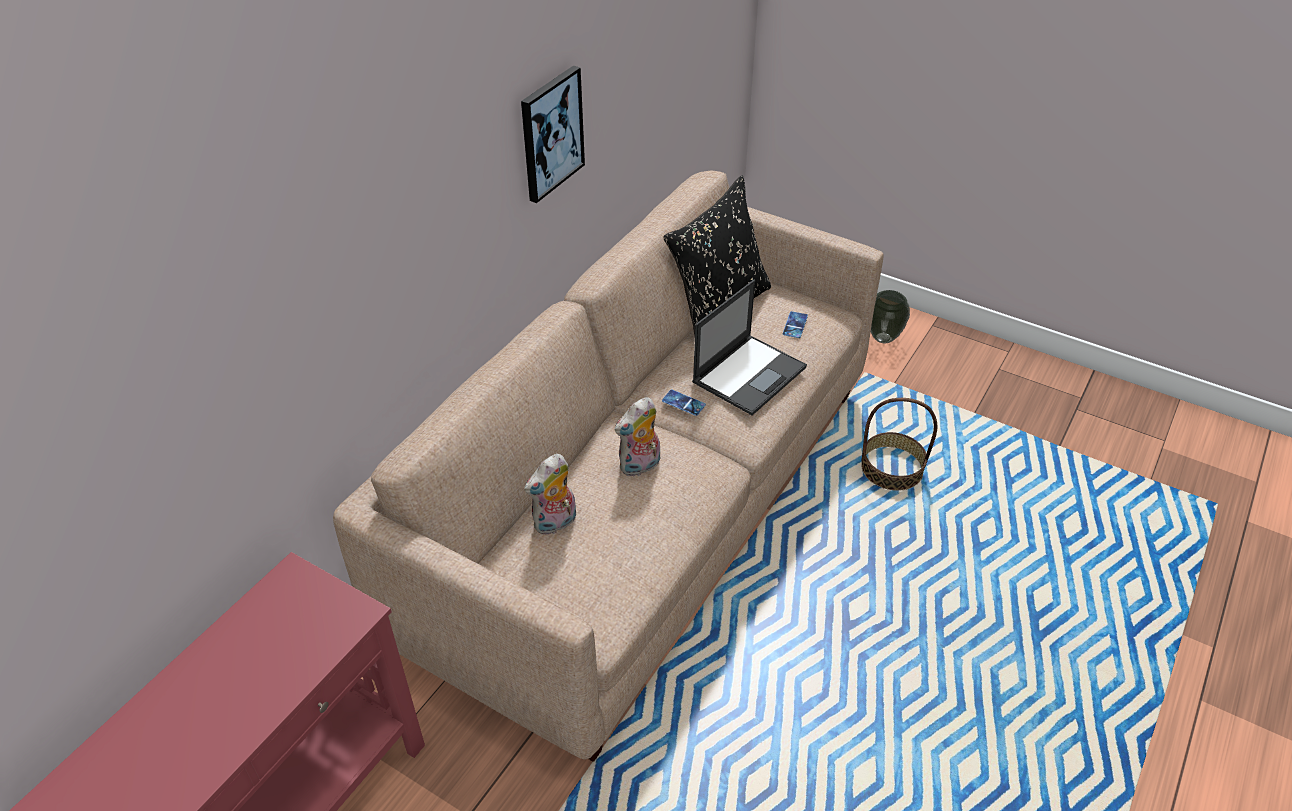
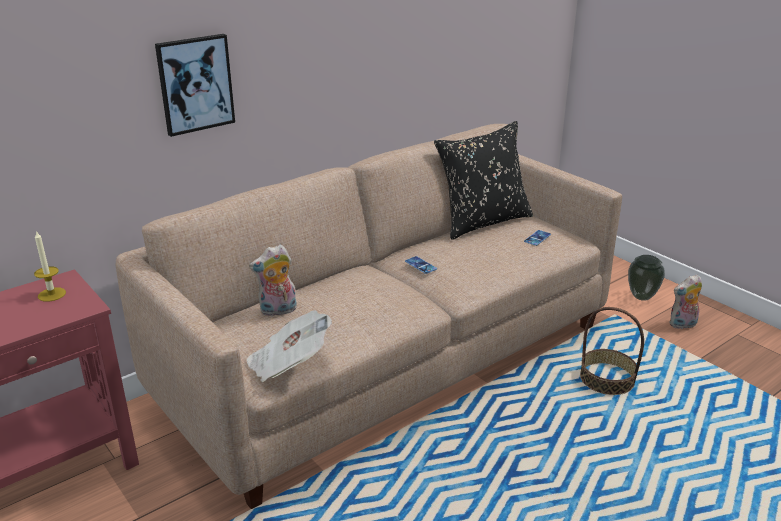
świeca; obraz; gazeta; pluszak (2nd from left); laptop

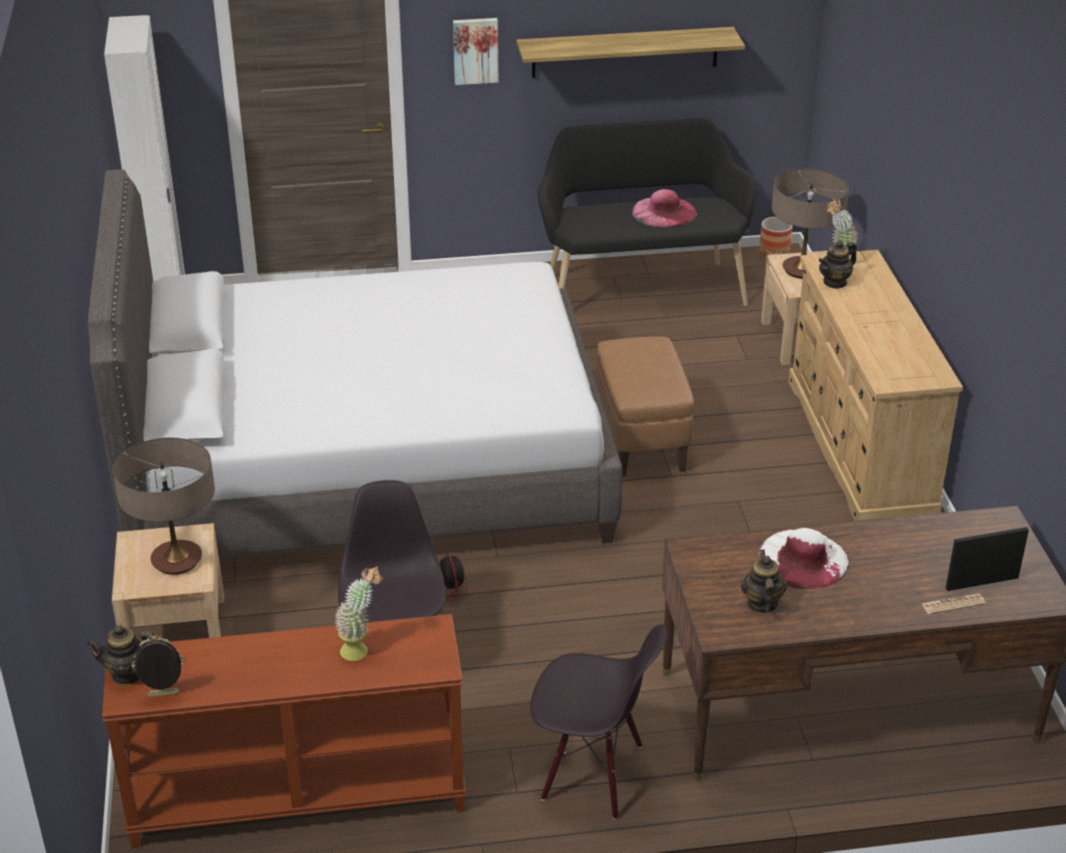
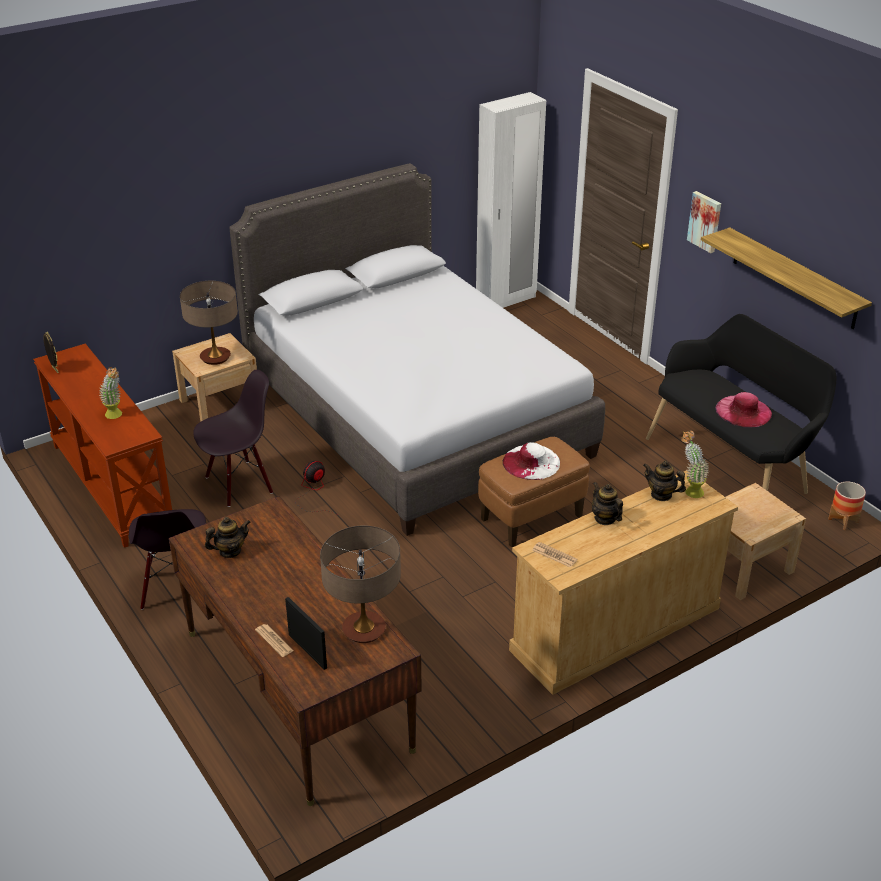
lampa stołowa (2nd from left); kapelusz [biały]; gazeta (2nd from left); imbryk (2nd from left)

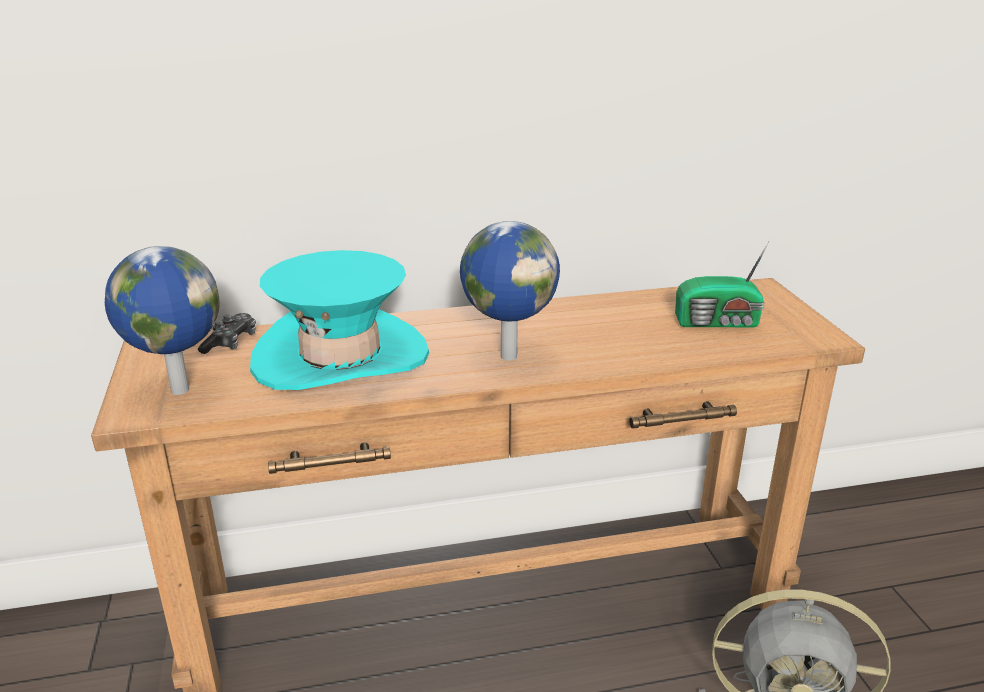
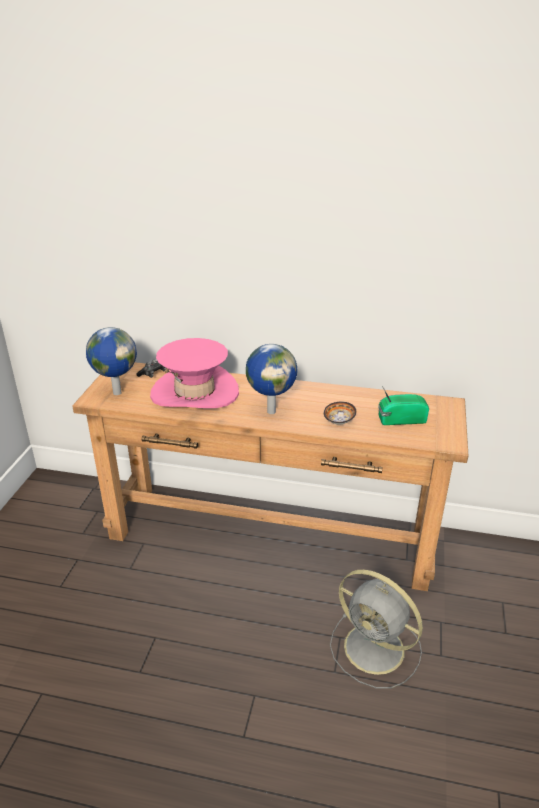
kapelusz [różowy]; miska; radio

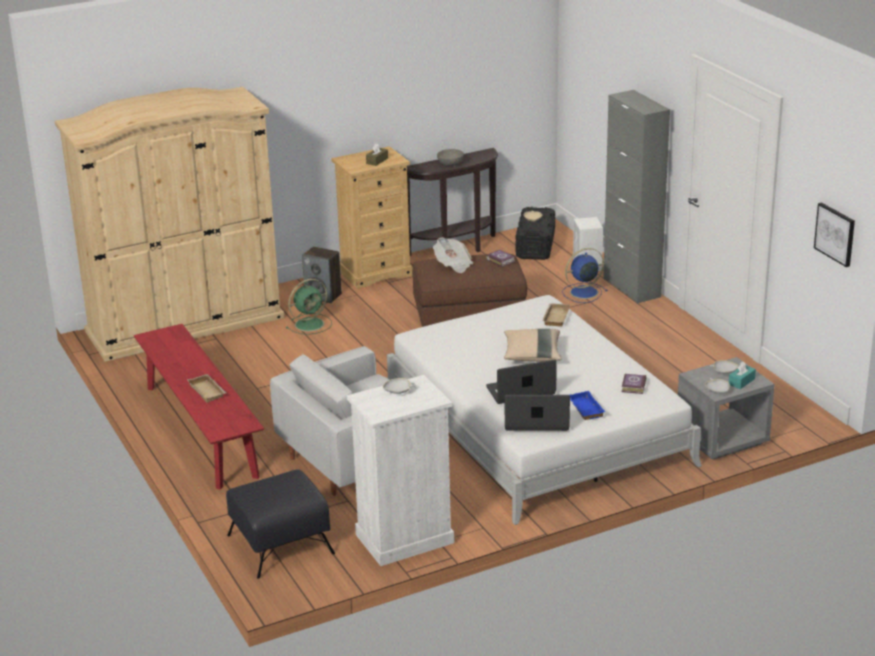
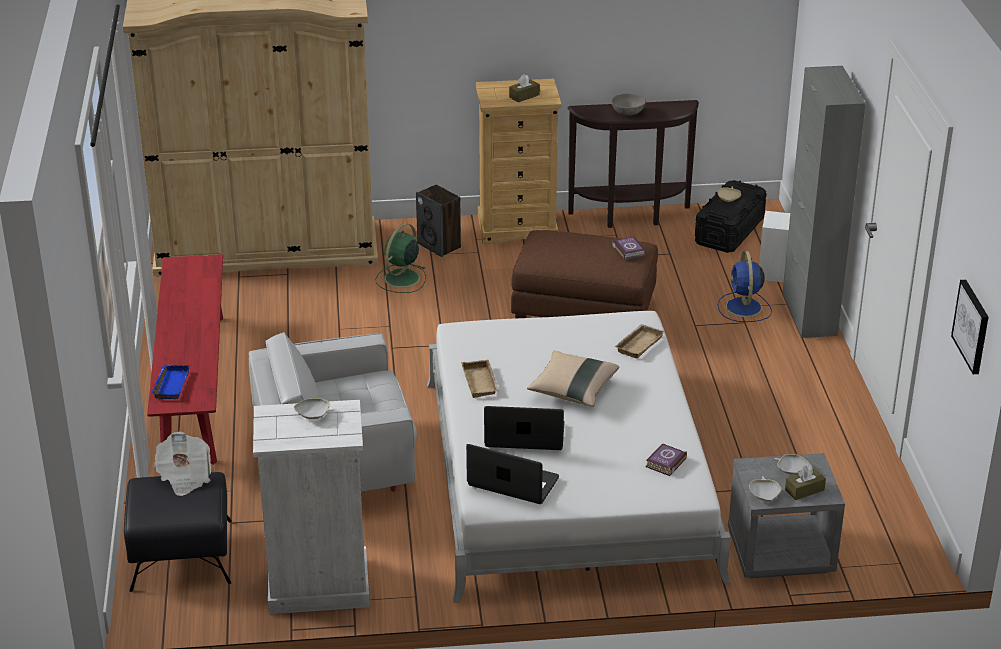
taca [niebieski]; gazeta; wentylator [zielony]; taca [beżowy] (1st from left); wentylator [niebieski]; pudełko chusteczek [brązowy] (2nd from left)

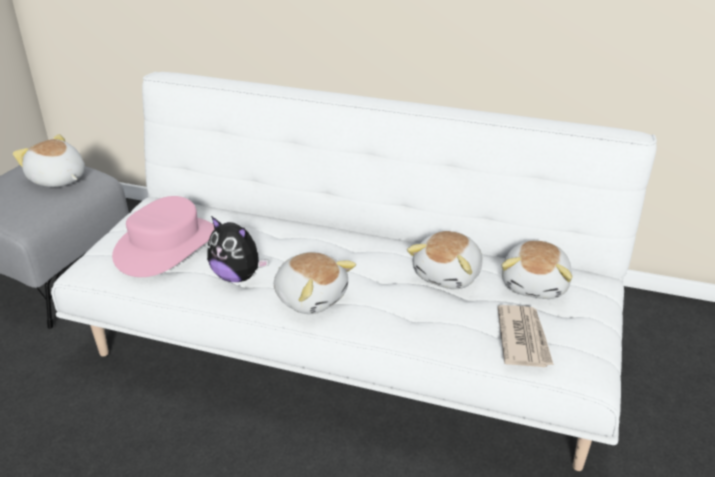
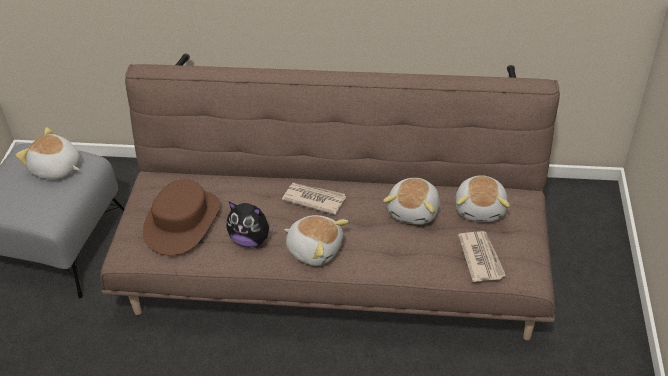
kanapa [brązowy]; kapelusz [brązowy]; gazeta (1st from left)

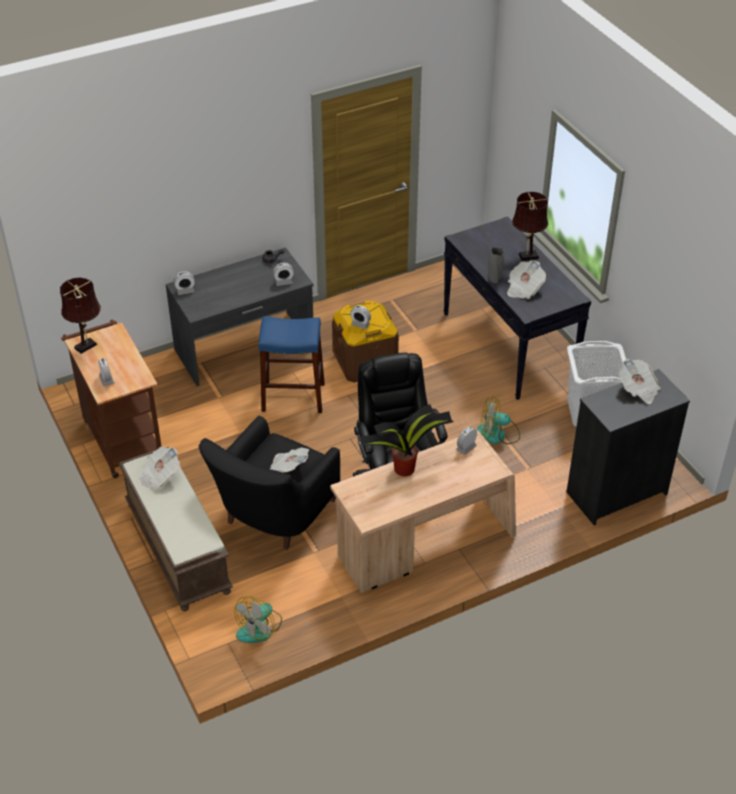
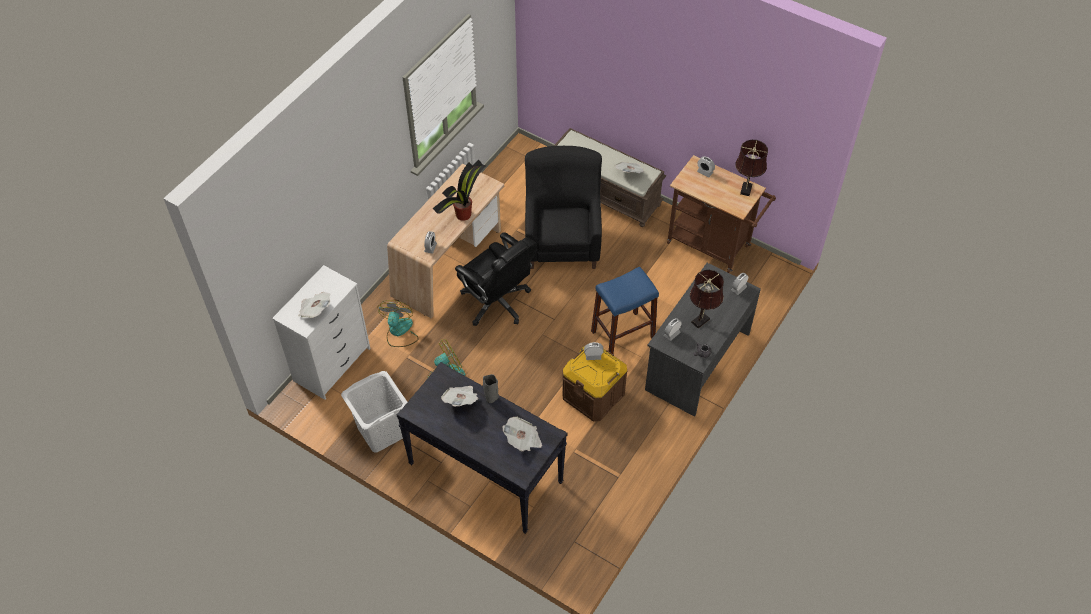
komoda [biały]; wentylator (1st from left); gazeta (3rd from left); lampa stołowa [brązowy] (1st from left)

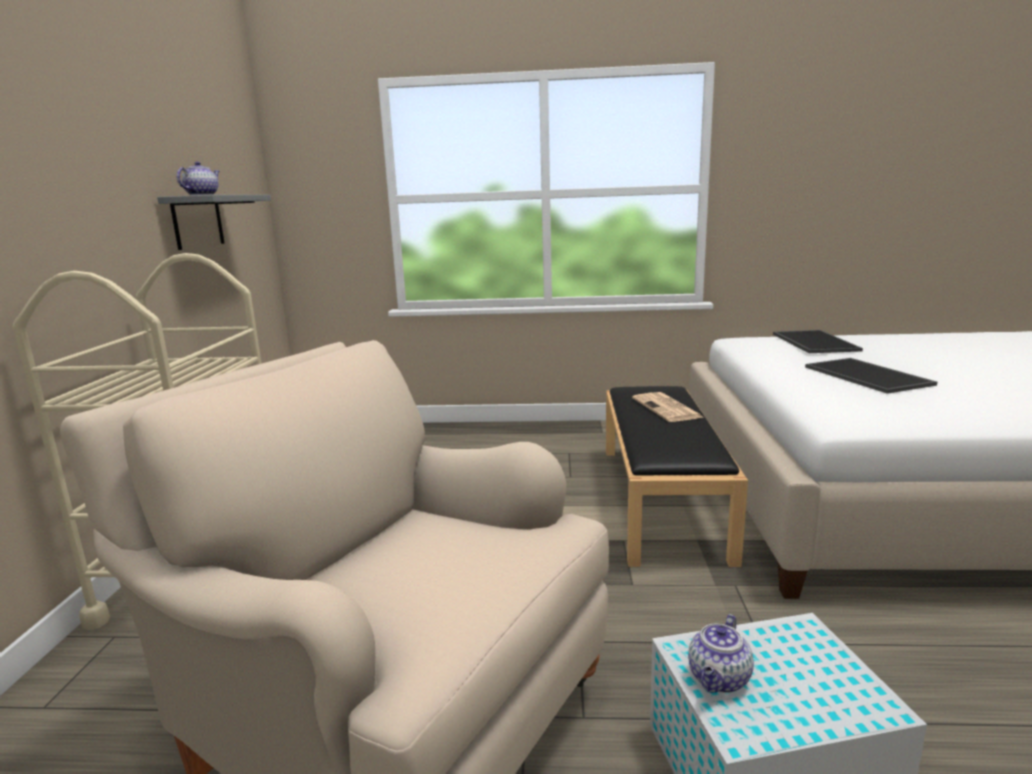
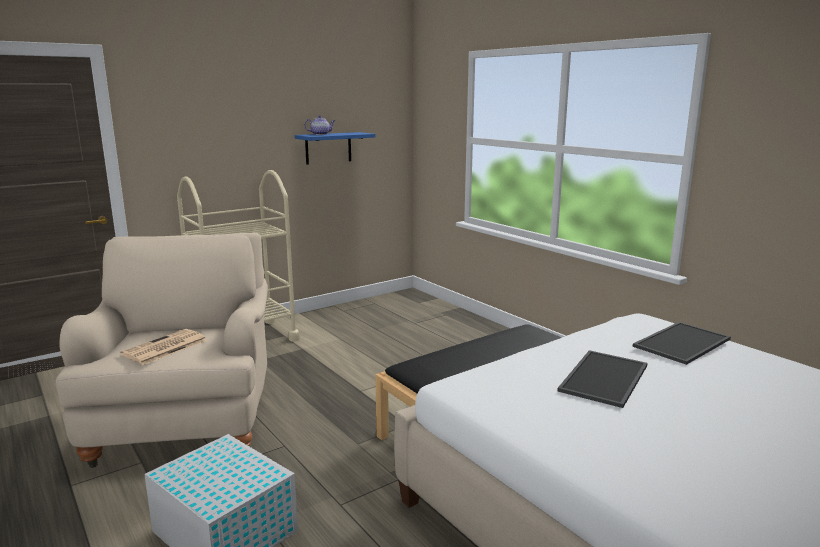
gazeta; półka [niebieski]; imbryk (2nd from left in the first image)

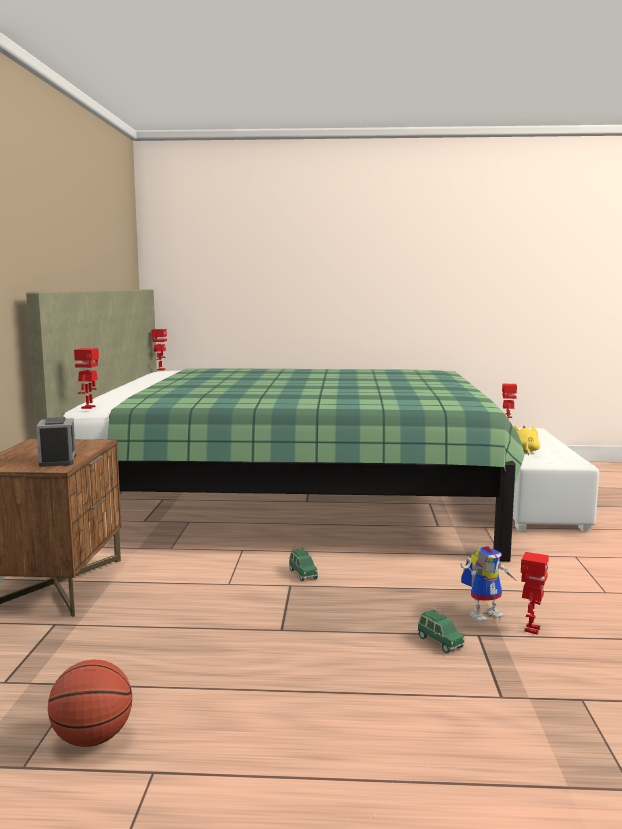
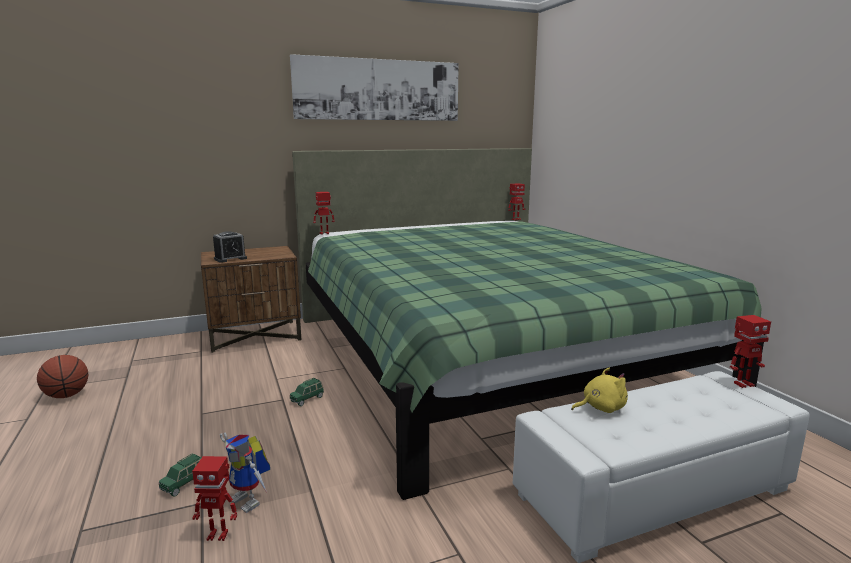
obraz

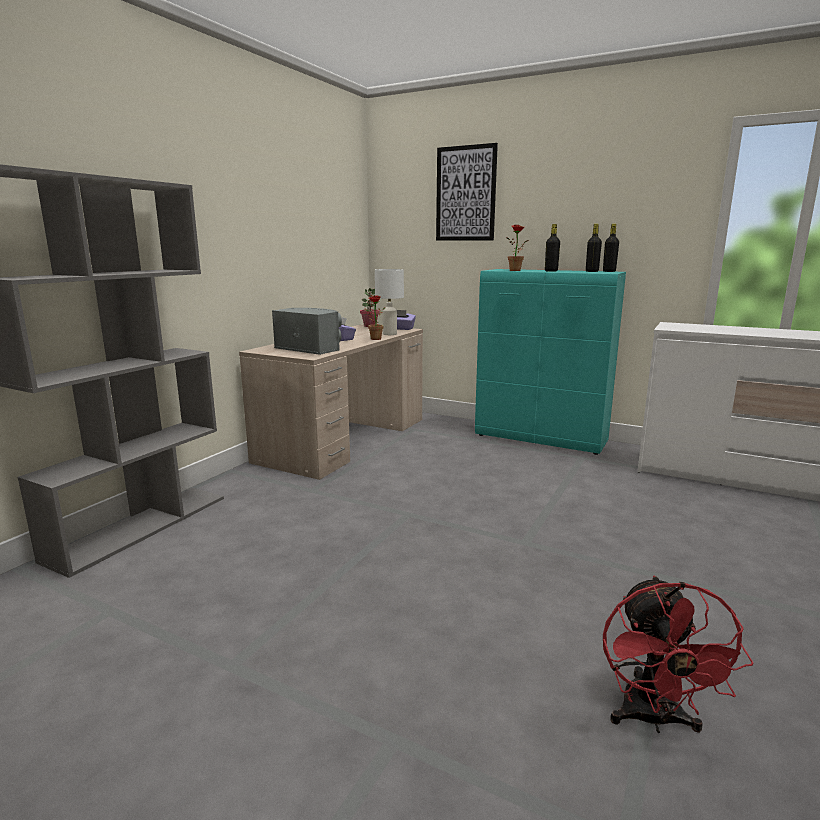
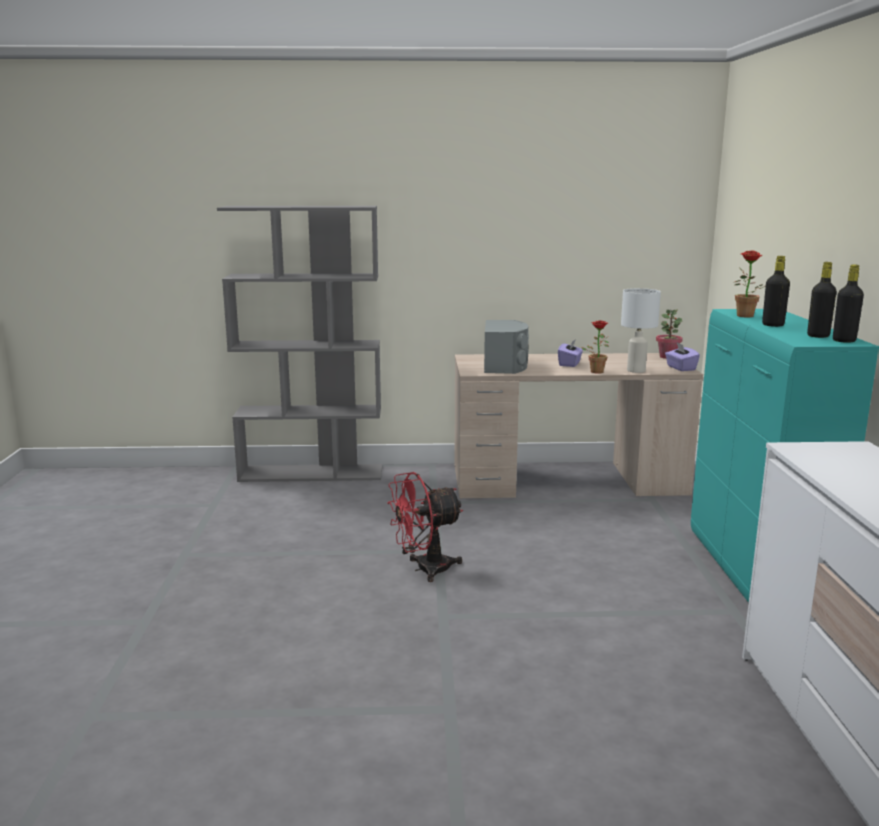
wentylator [czerwony]; obraz

